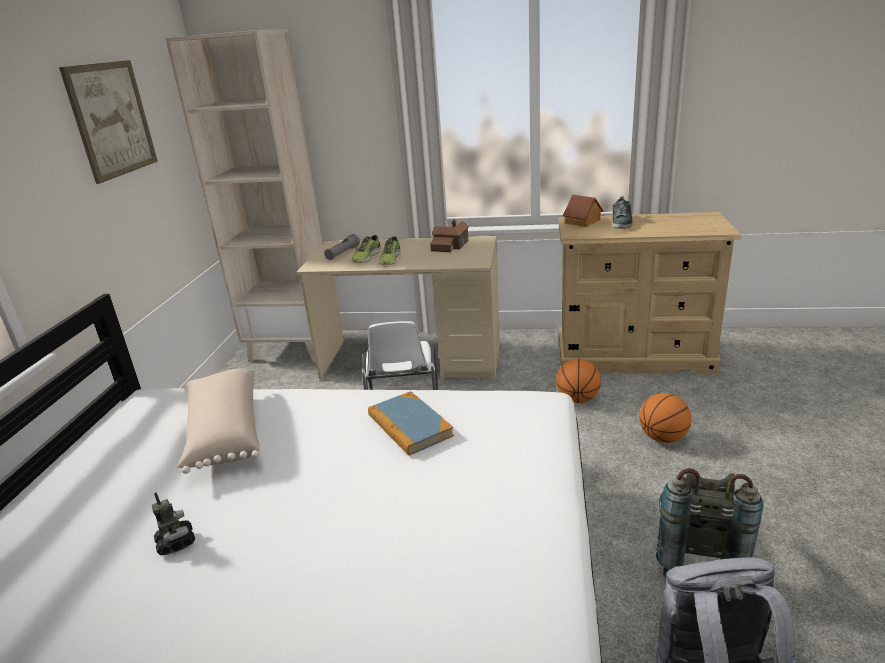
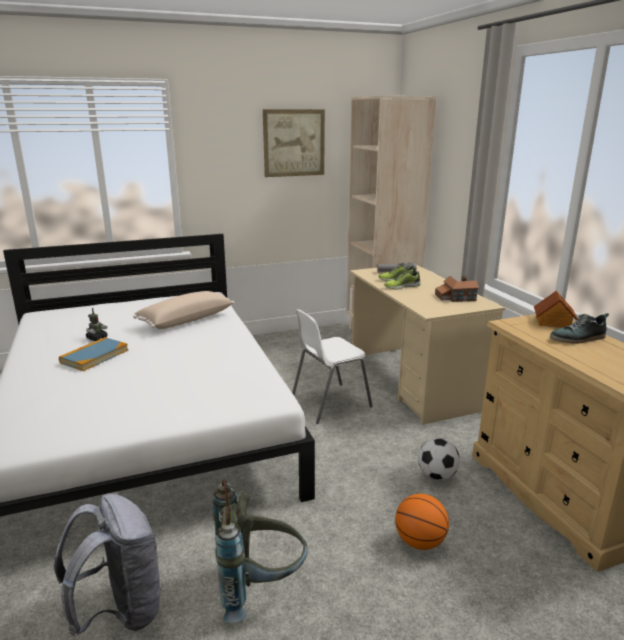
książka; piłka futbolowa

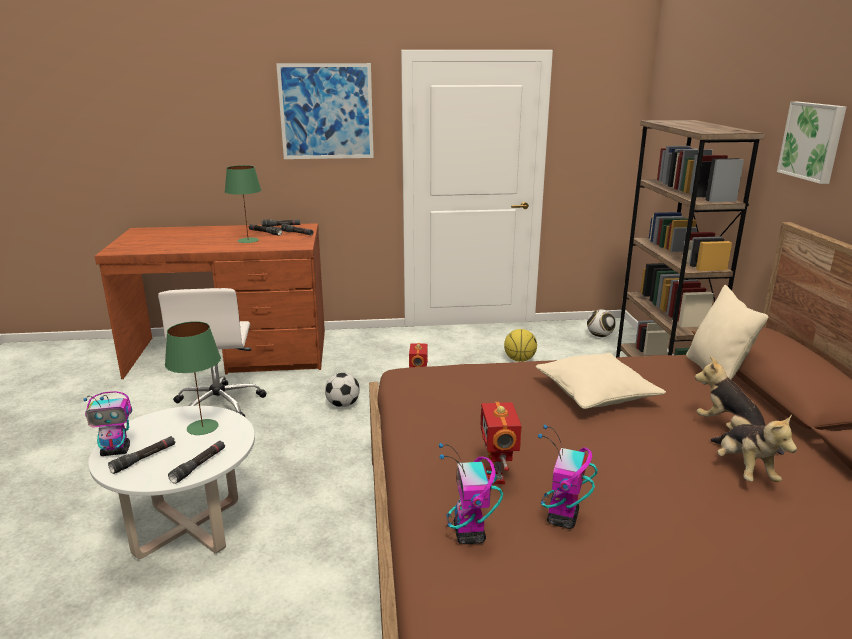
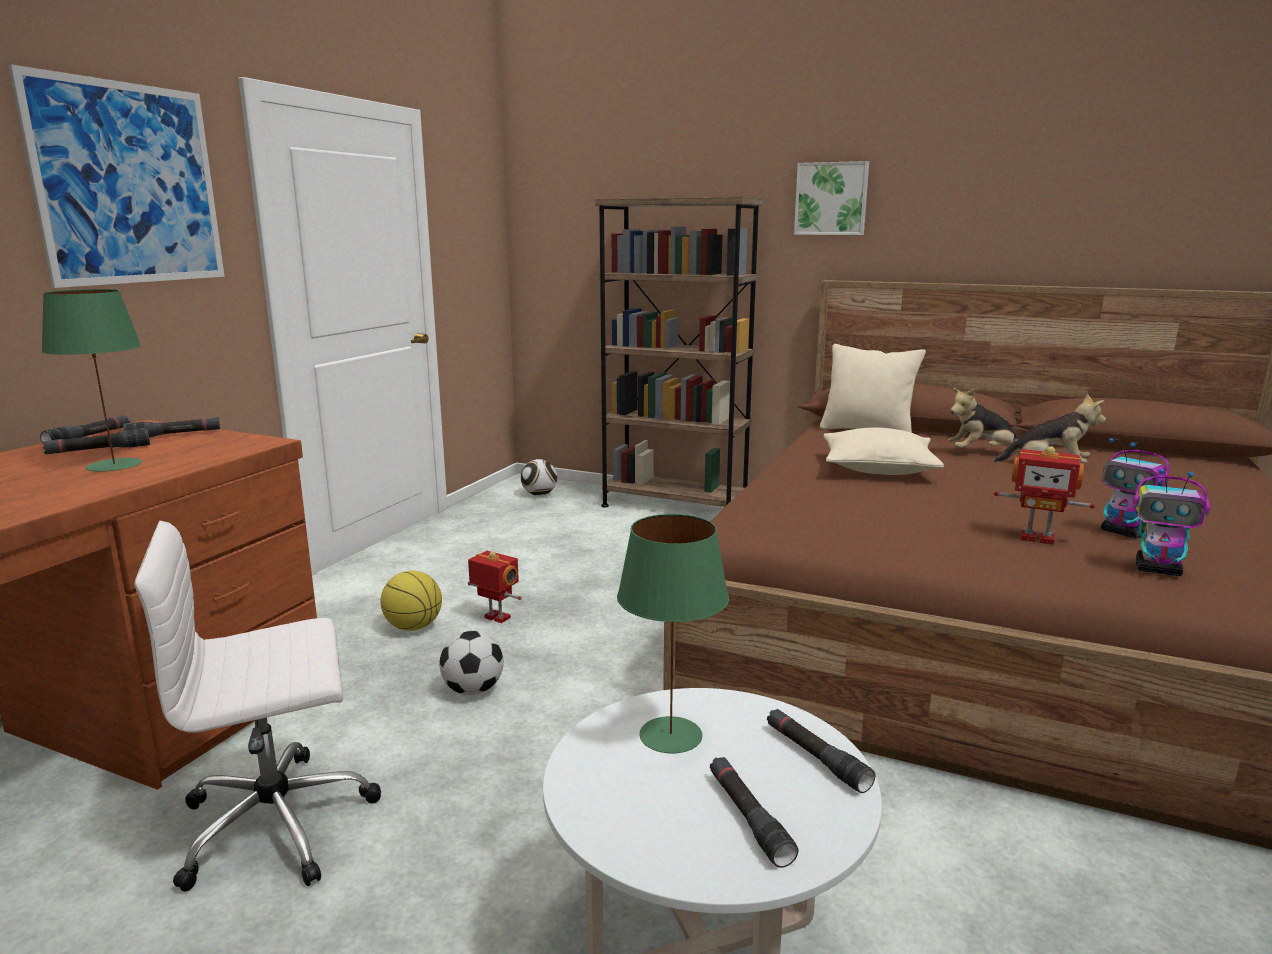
krzesło biurowe [biały]; piłka do koszykówki; robot zabawkowy (1st from left in the first image)

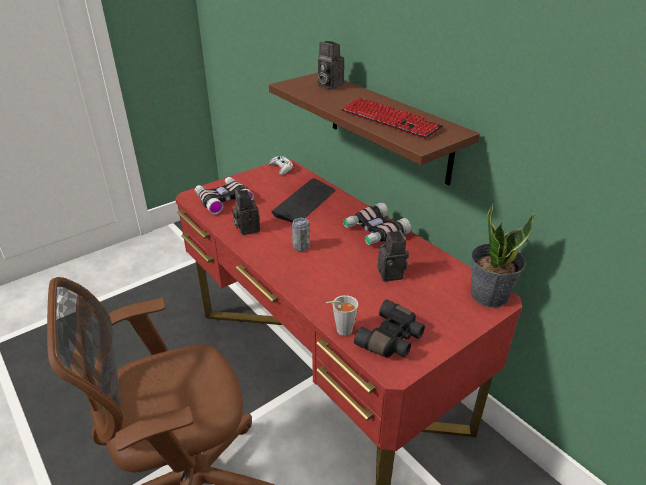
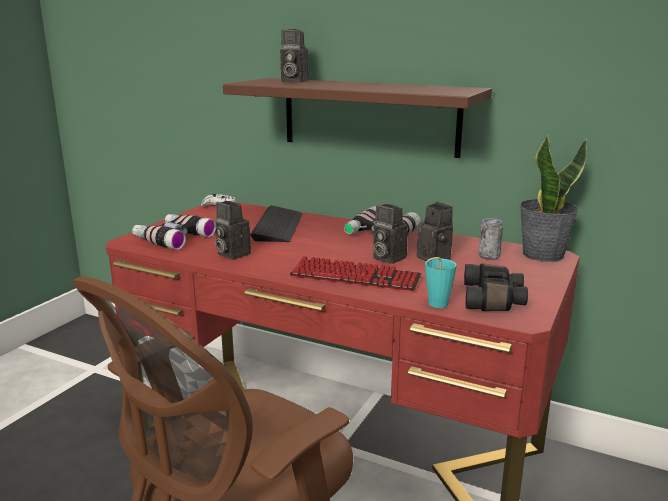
klawiatura (2nd from left); aparat fotograficzny (3rd from left); filiżanka [turkusowy]; puszka

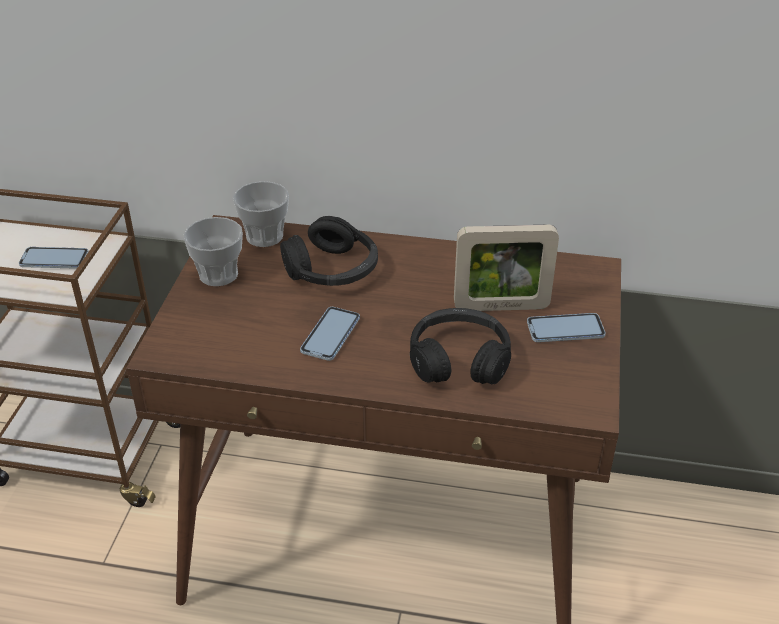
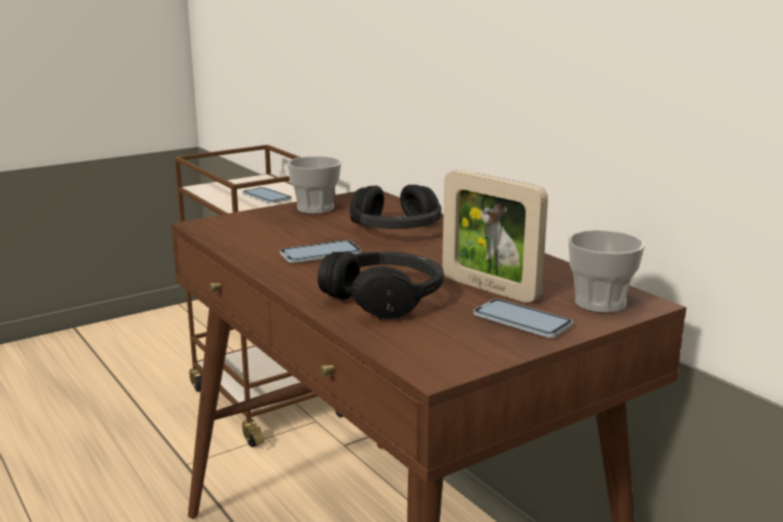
filiżanka (2nd from left)

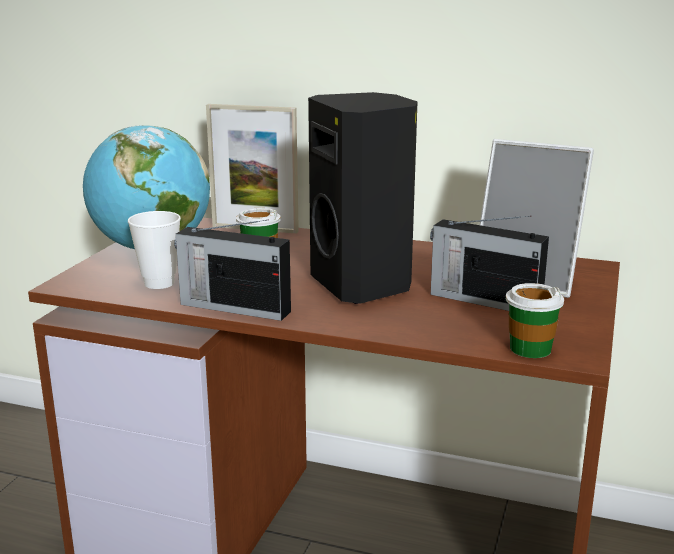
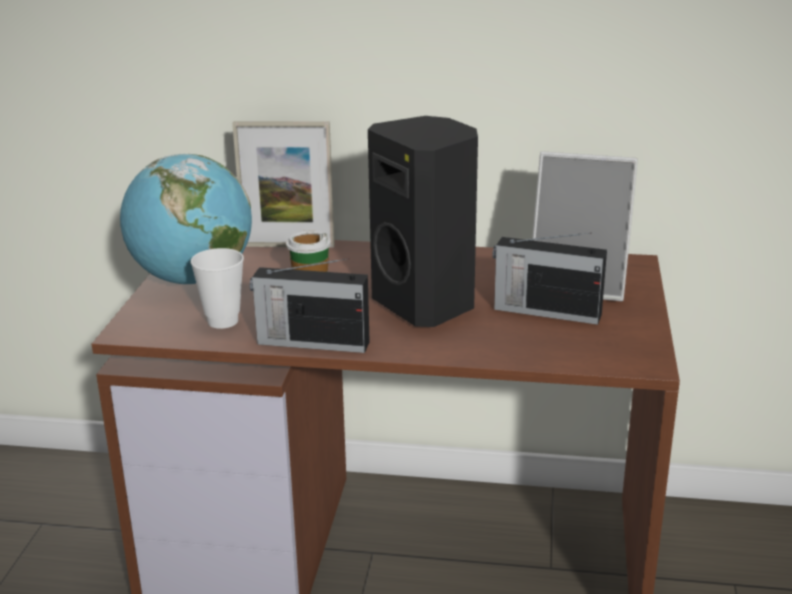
filiżanka (3rd from left in the first image)

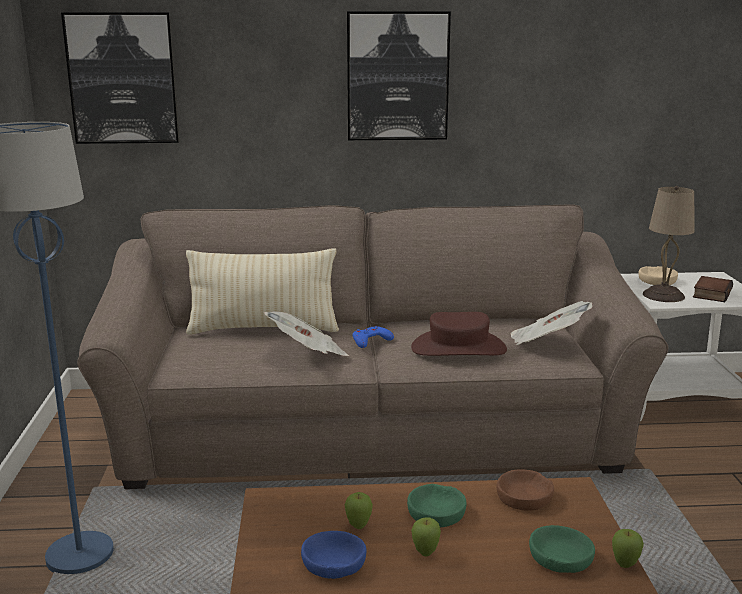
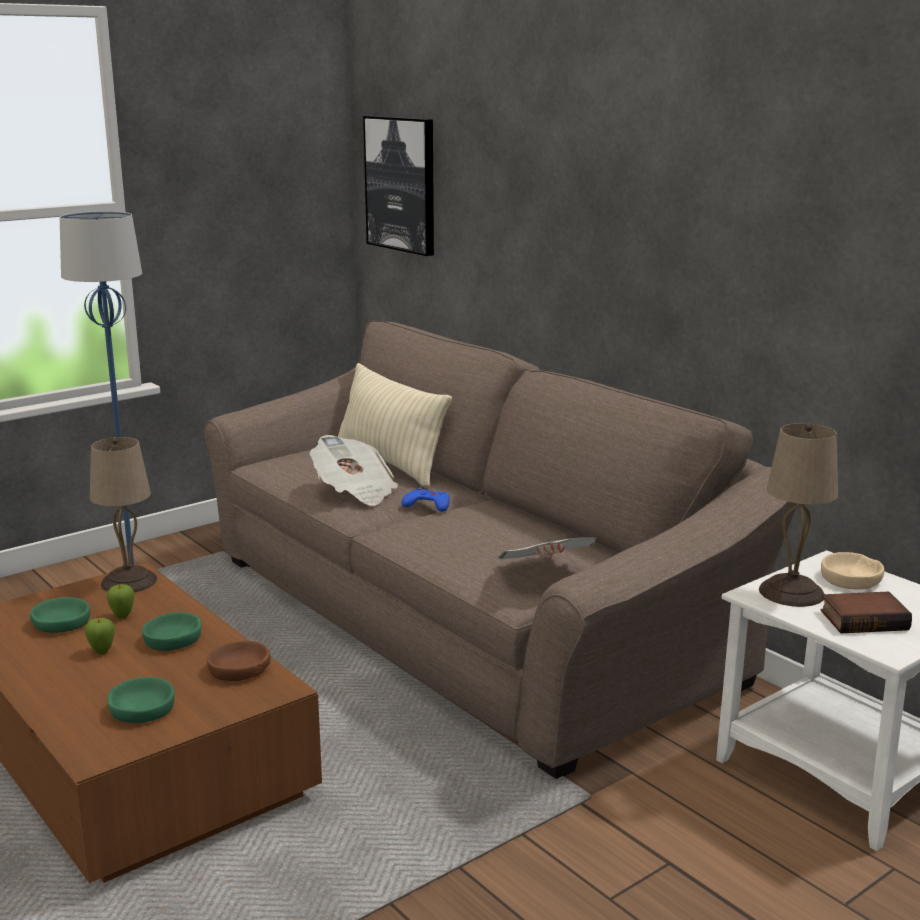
miska [zielony] (1st from left); lampa stołowa [beżowy] (1st from left); obraz (2nd from left in the first image); kapelusz [brązowy]; jabłko (3rd from left in the first image)

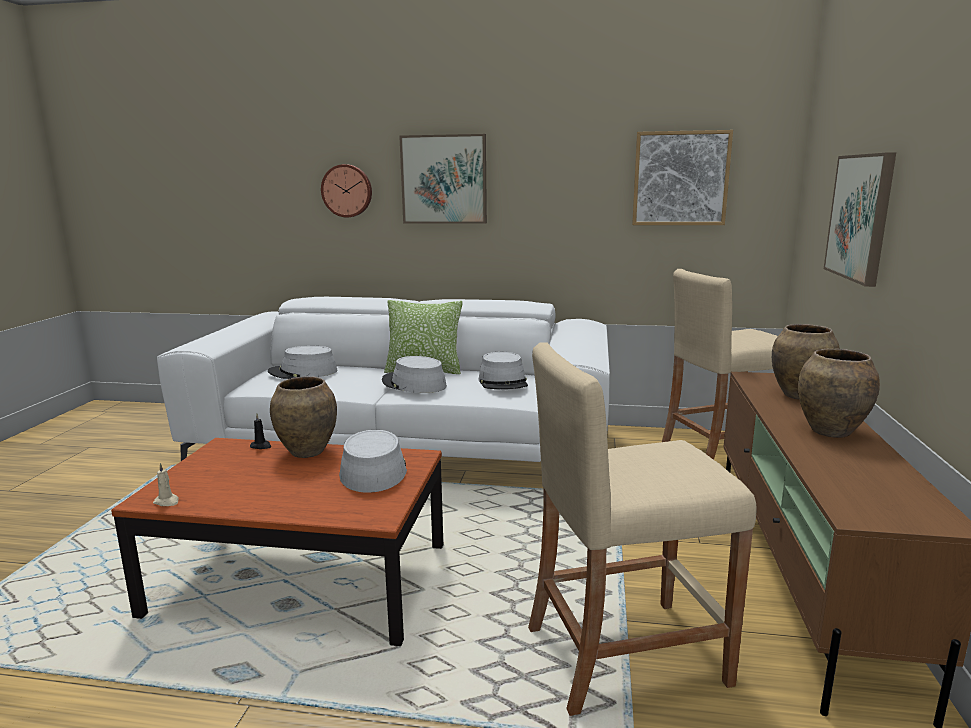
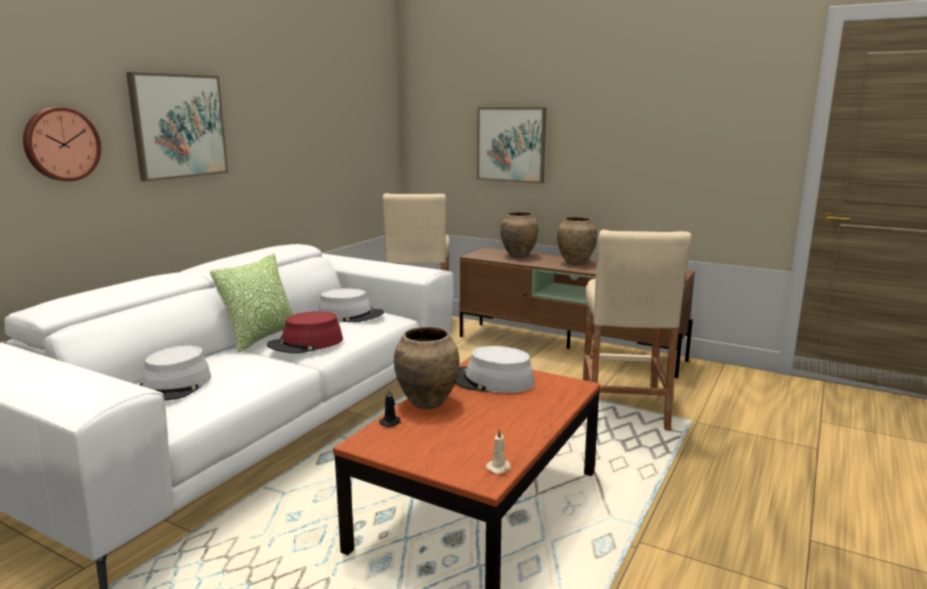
kapelusz [czerwony]; obraz (2nd from left in the first image)

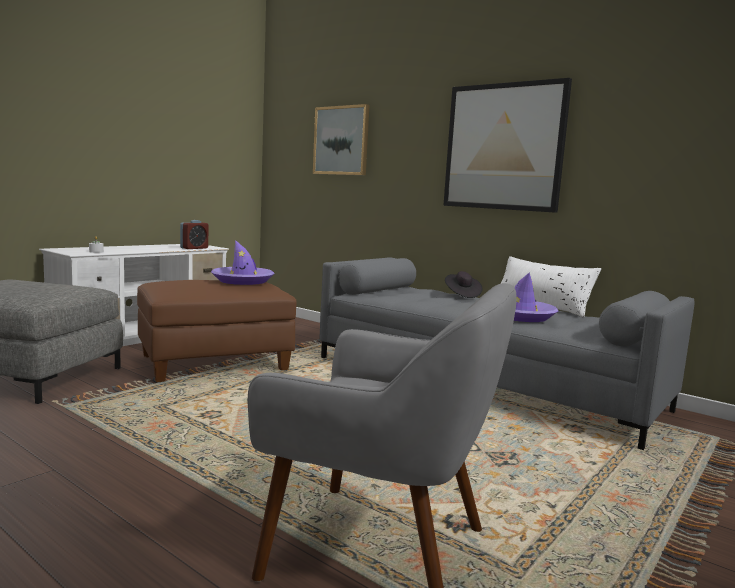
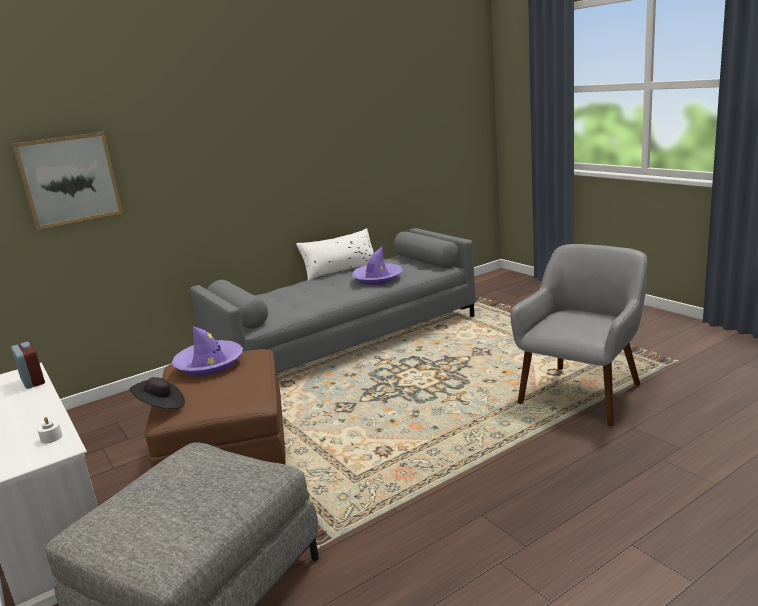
kapelusz [czarny]; obraz (2nd from left in the first image)

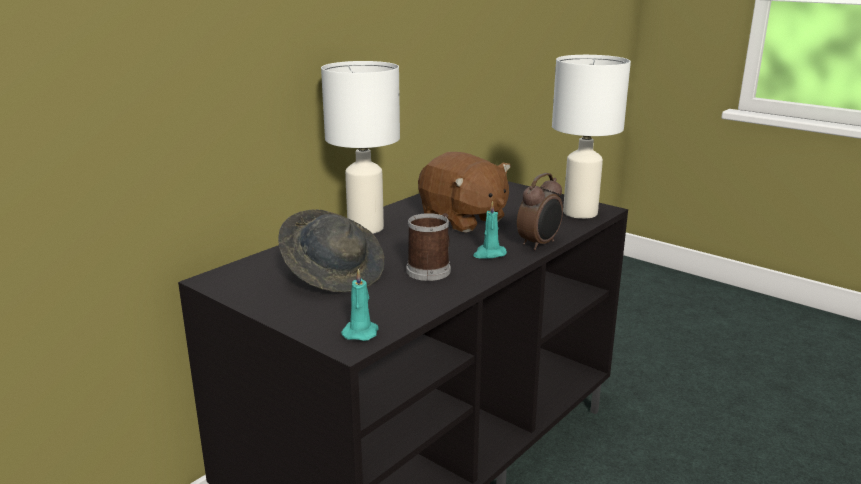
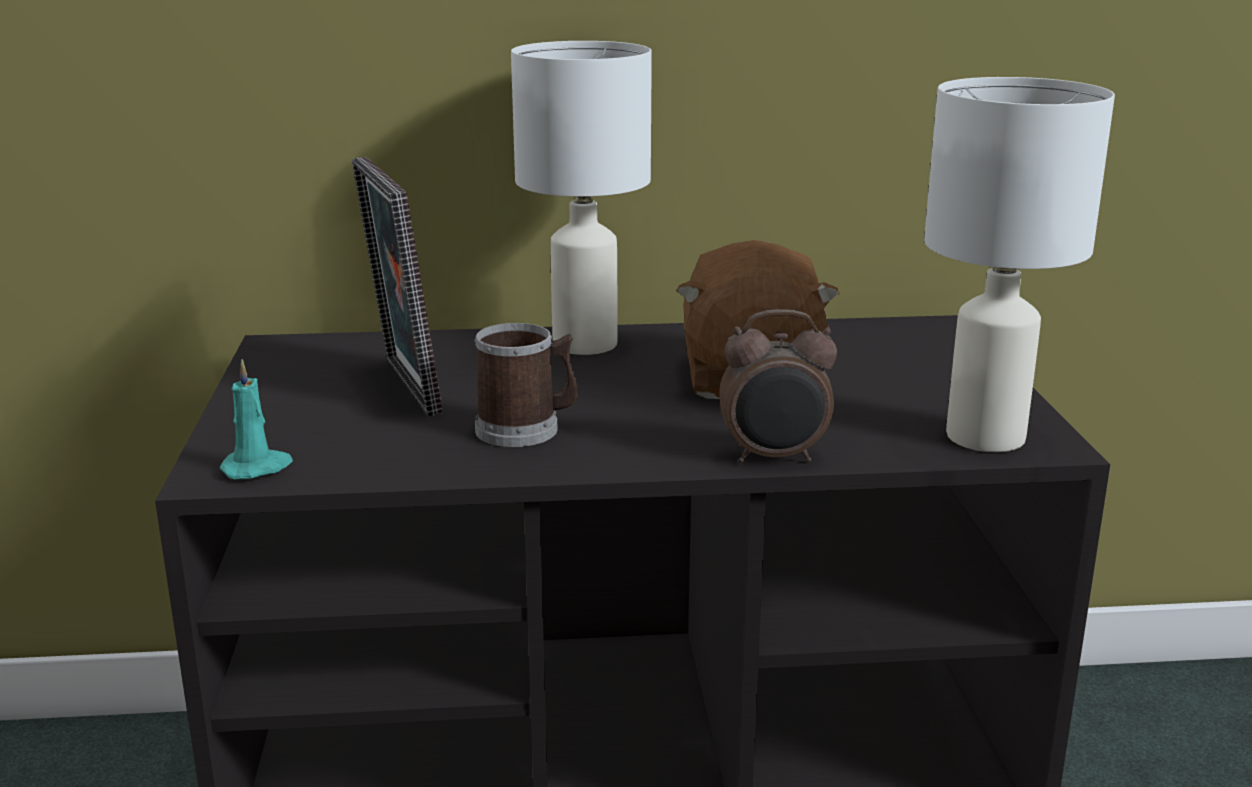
ramka na zdjęcie; świeca [turkusowy] (2nd from left in the first image)

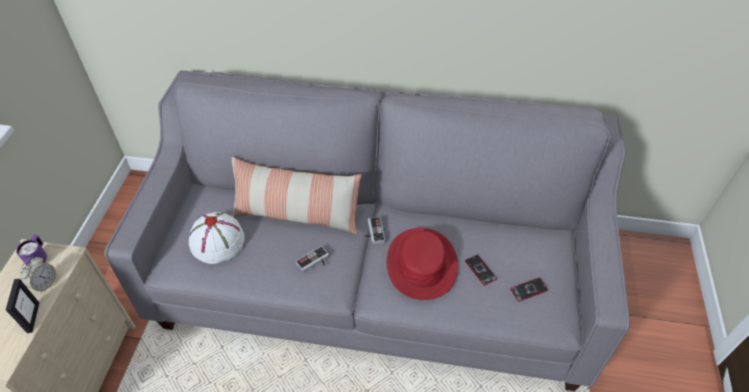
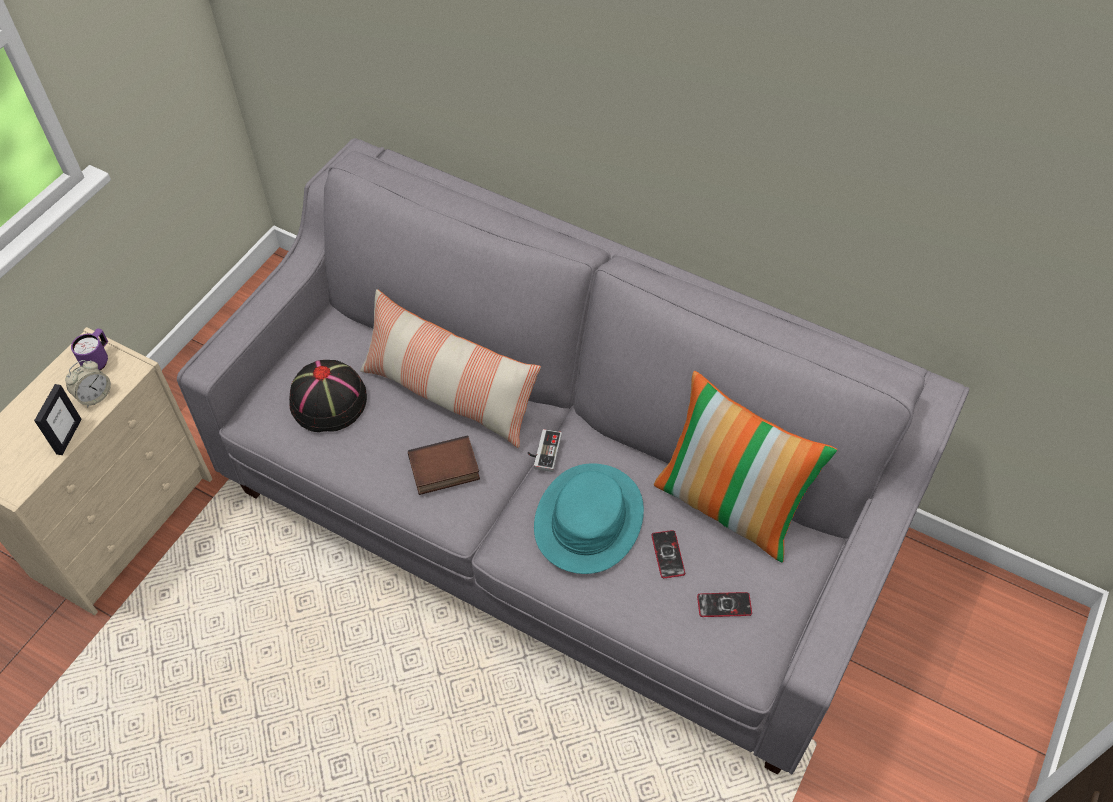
kapelusz [czarny]; książka; kapelusz [turkusowy]; poduszka (2nd from left)

